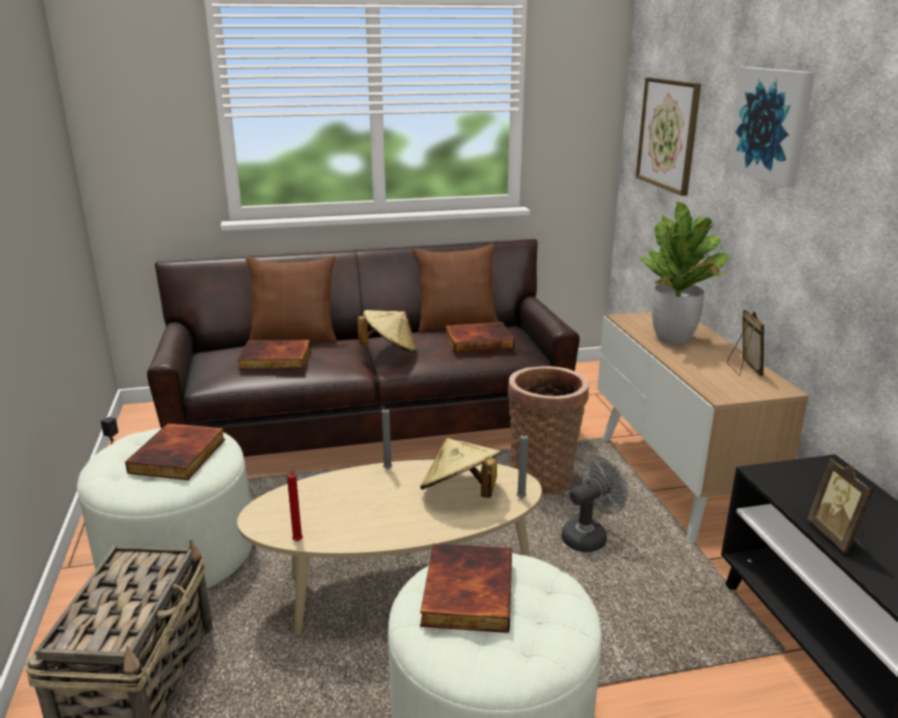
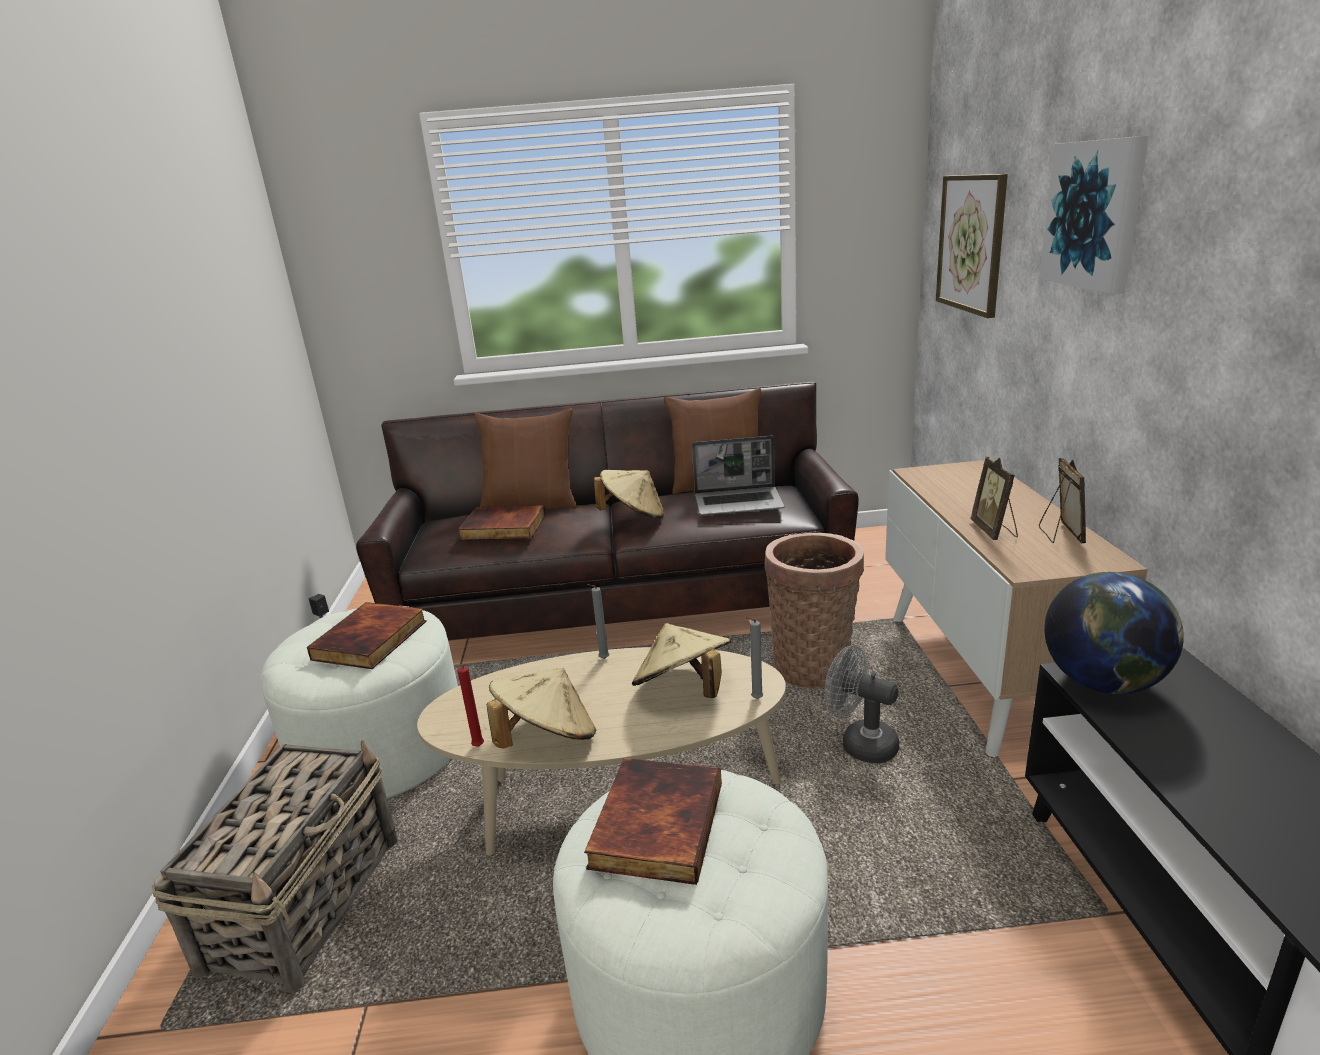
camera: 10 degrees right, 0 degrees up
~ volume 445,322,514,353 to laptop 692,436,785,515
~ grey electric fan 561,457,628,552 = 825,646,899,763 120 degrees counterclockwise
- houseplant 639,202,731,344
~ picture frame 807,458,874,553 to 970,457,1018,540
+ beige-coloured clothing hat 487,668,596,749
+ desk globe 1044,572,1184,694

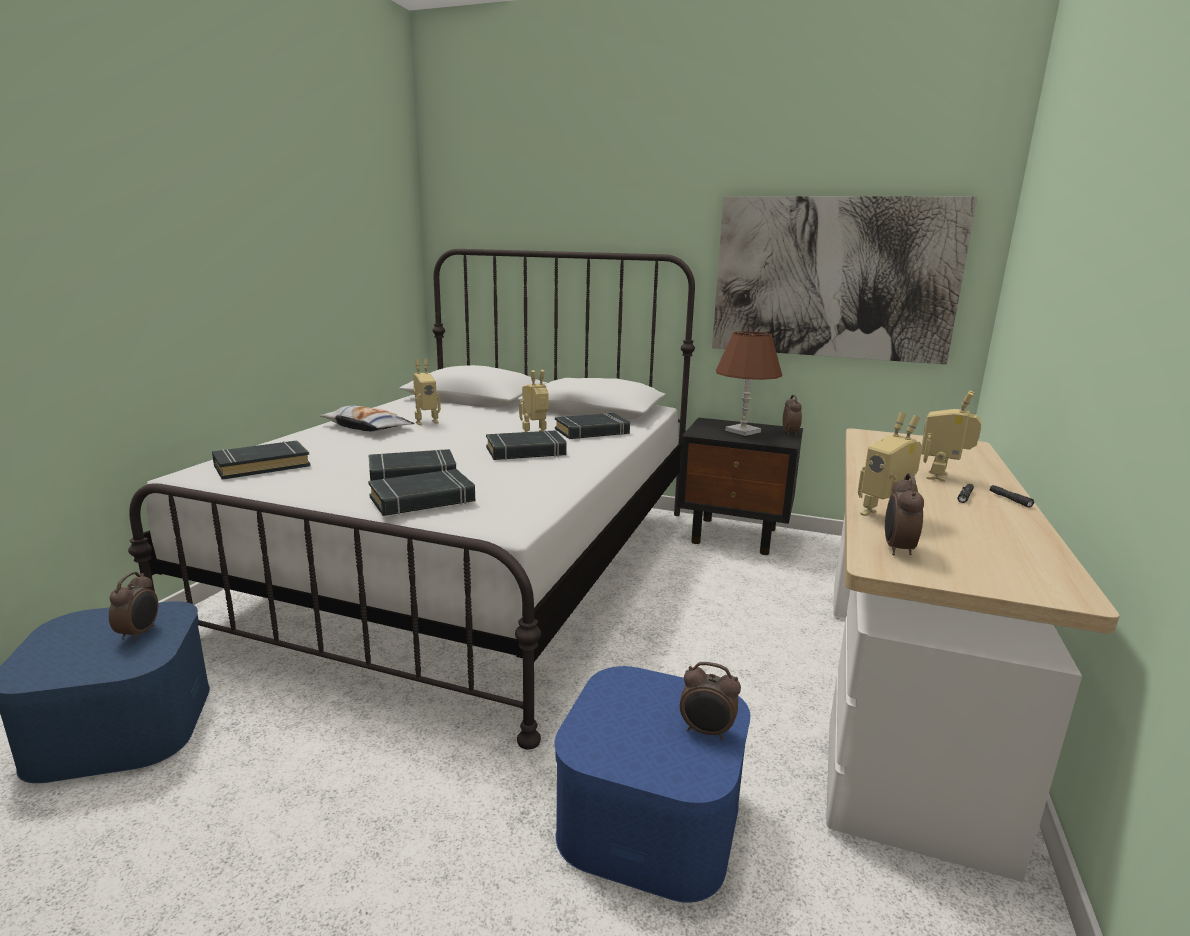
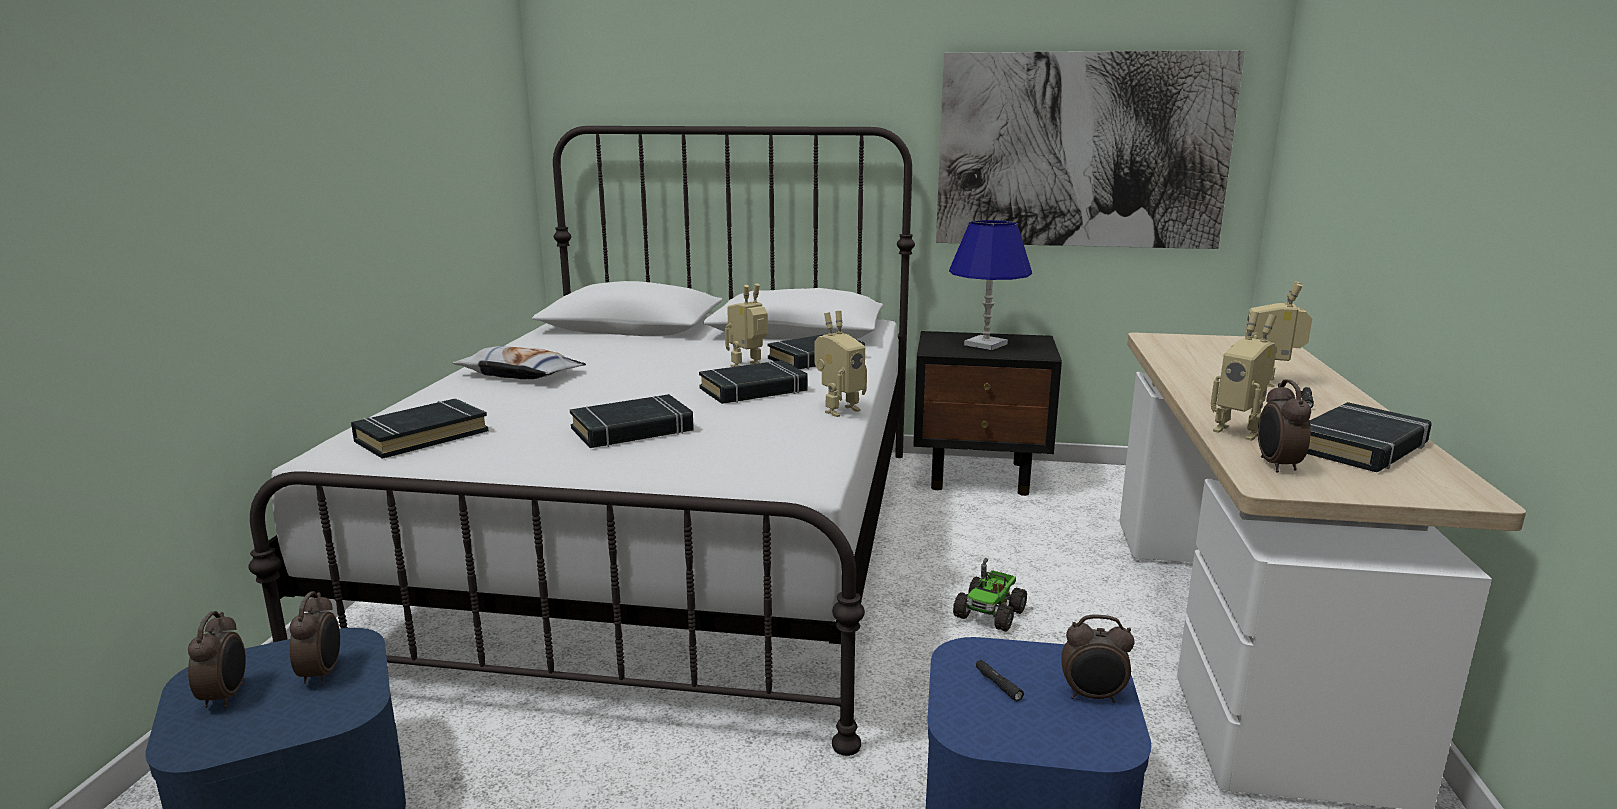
camera: 10 degrees left, 0 degrees up
~ black volume 368,469,475,516 to 1307,402,1432,472
~ toy robot 413,359,441,425 to 815,311,867,417
~ brown table lamp 716,331,782,436 to blue table lamp 949,220,1032,350
~ table clock 783,395,802,436 to 188,611,246,708
~ black flashlight 990,485,1034,508 to 976,660,1024,702
+ toy truck 953,558,1027,632

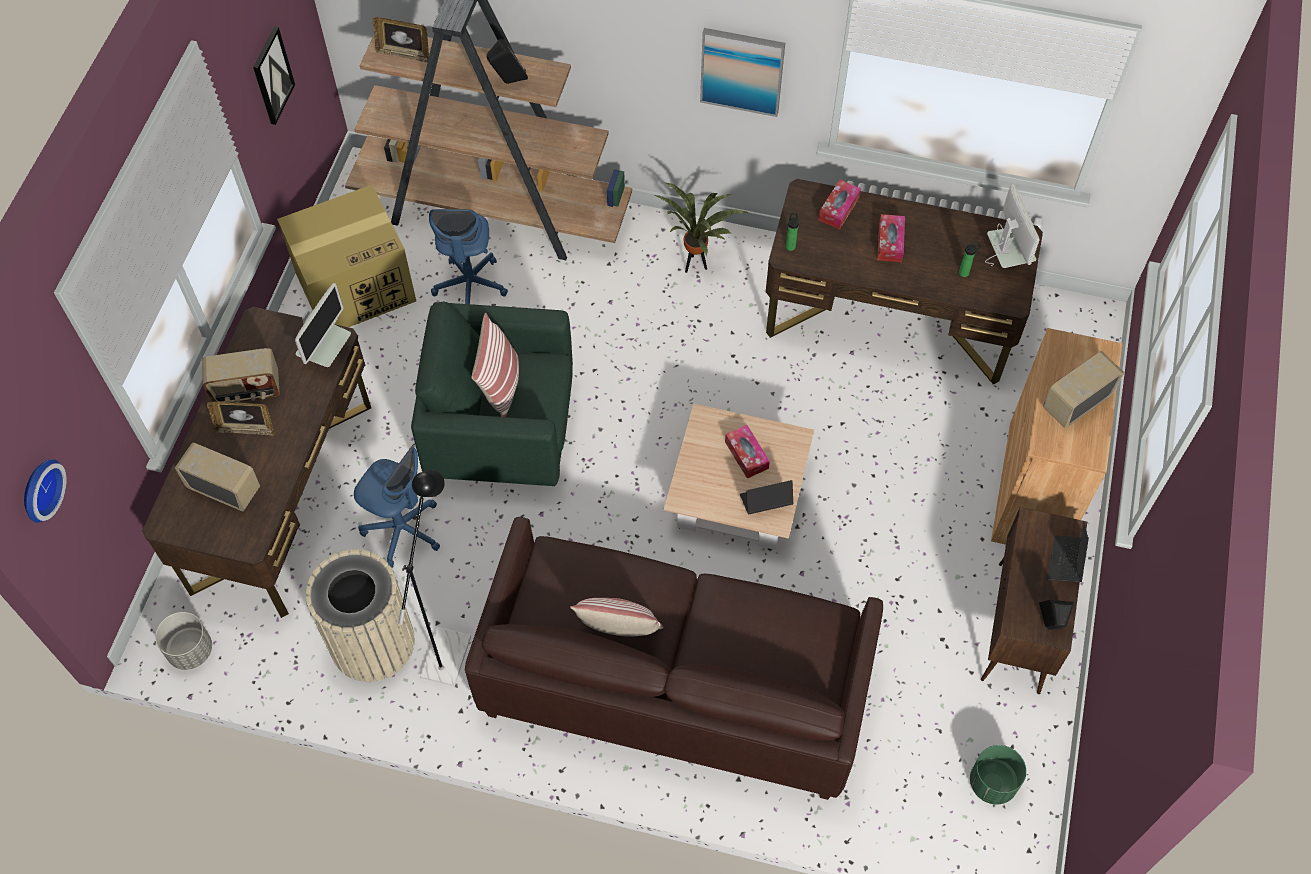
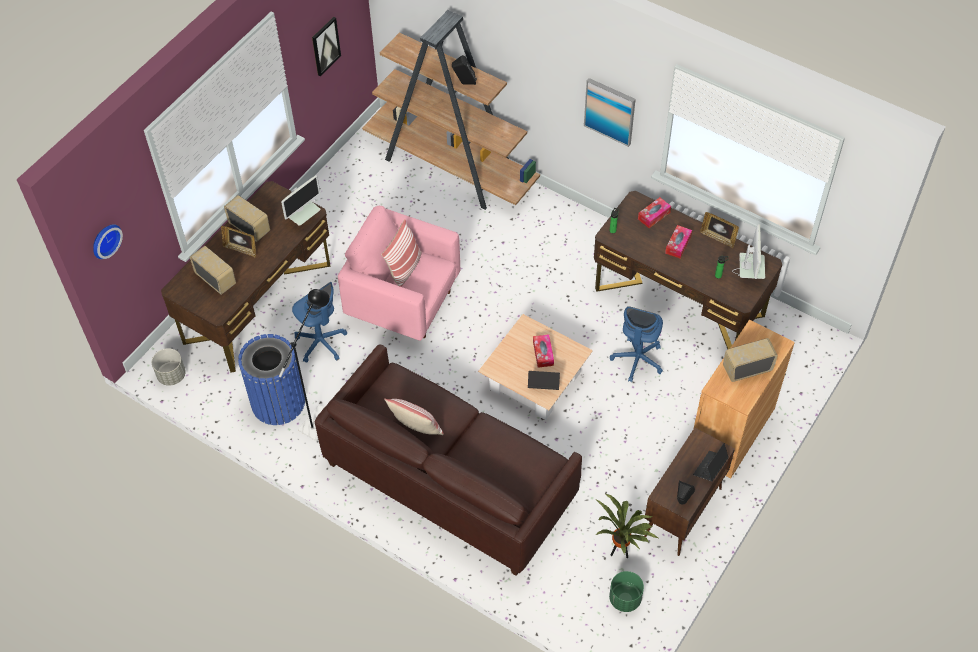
camera: 20 degrees right, 5 degrees down
~ radio set 202,348,280,403 = 224,195,270,242 150 degrees counterclockwise
- packing box 277,185,416,327
~ beige-coloured rubbish bin 306,549,415,682 to blue rubbish bin 238,334,305,425
~ picture frame 373,17,429,63 to 700,212,739,248
~ green-coloured lounge chair 411,302,573,486 to pinkish lounge chair 338,206,460,341
~ blue desk chair 429,209,508,304 to 610,306,663,382
~ houseplant 655,183,748,273 to 596,494,658,558

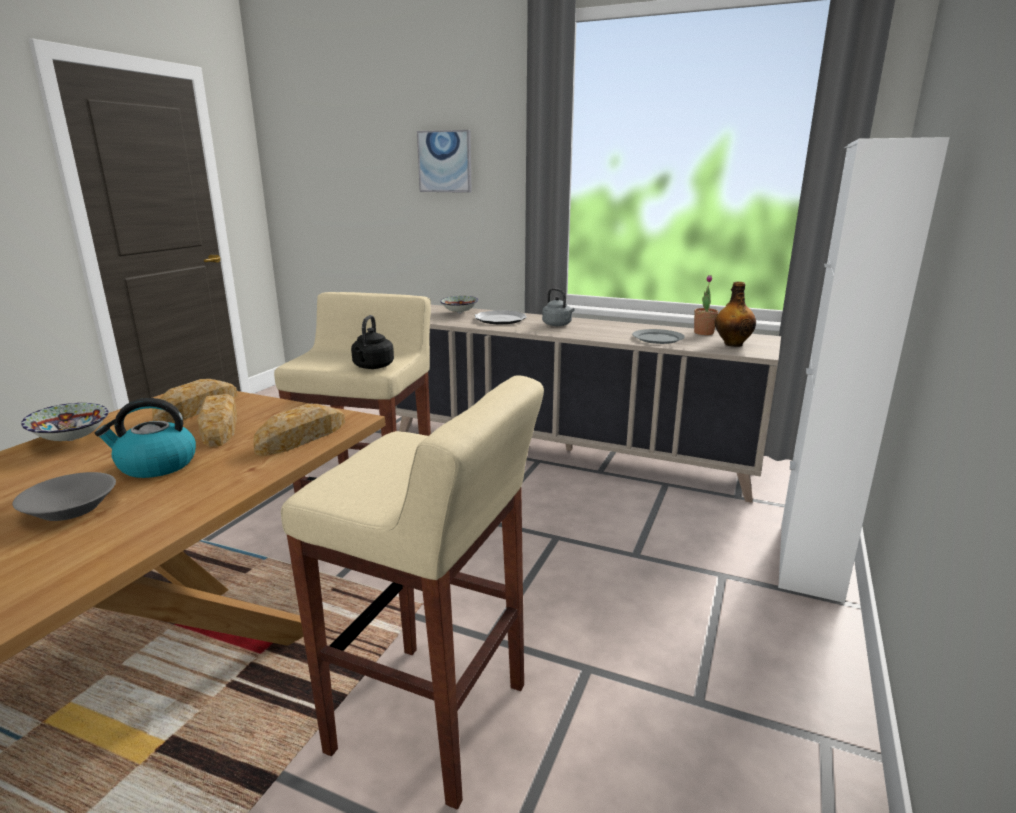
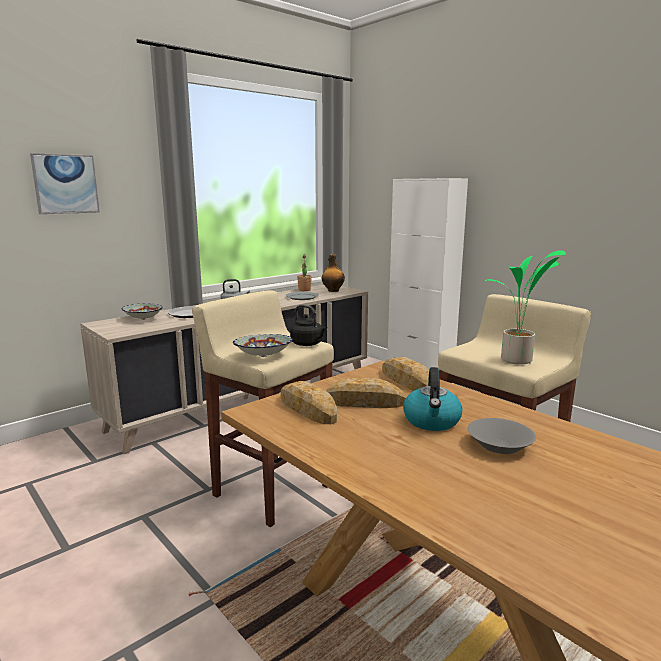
camera: 65 degrees left, 5 degrees down
~ bowl 21,403,108,441 to 233,334,293,357
+ houseplant 484,250,566,365

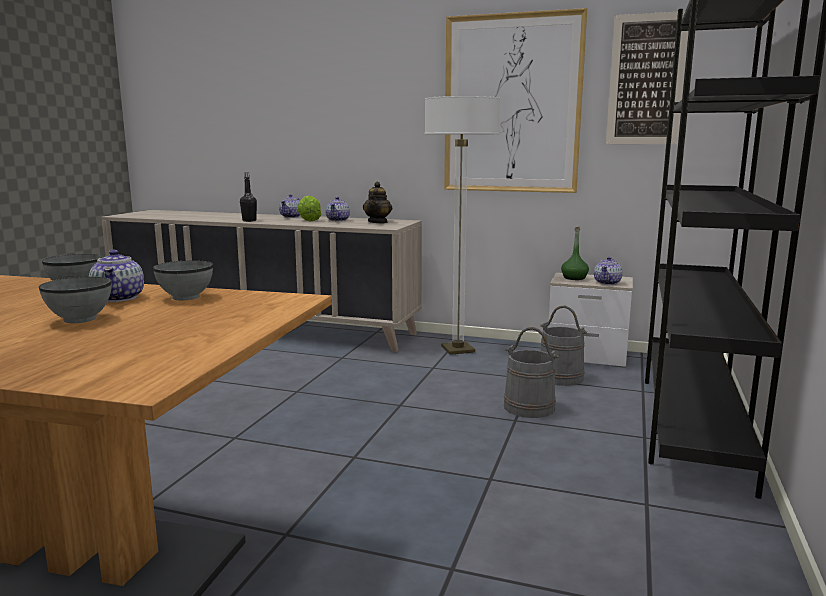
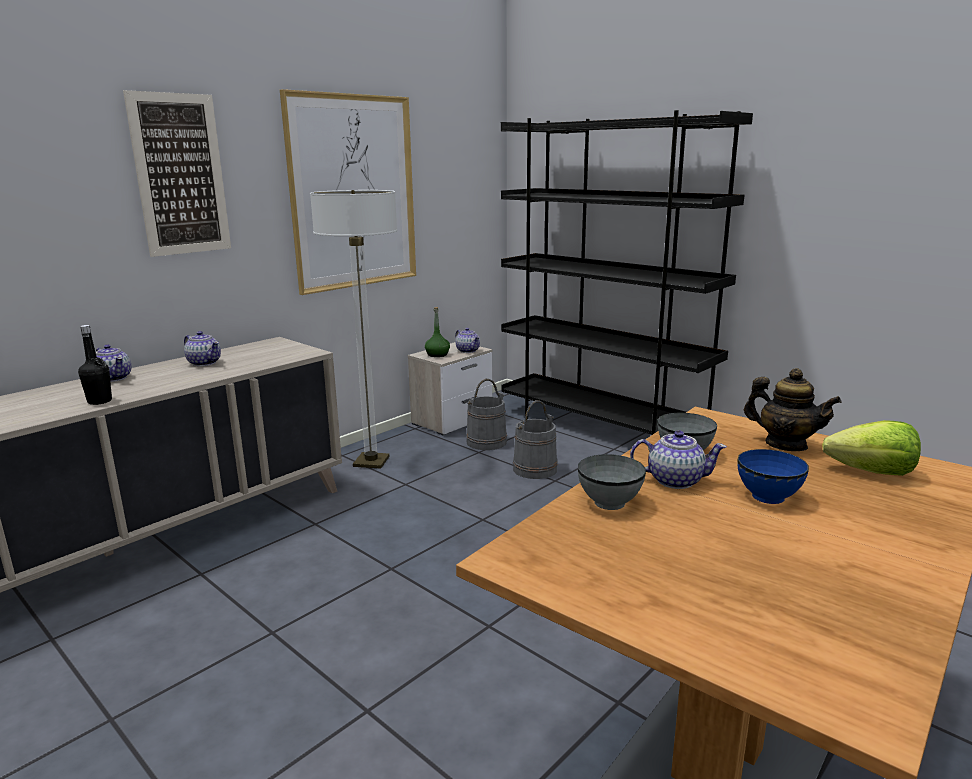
camera: 65 degrees left, 5 degrees up
~ grey bowl 39,277,112,323 to blue bowl 737,449,809,504
~ head of lettuce 298,196,321,222 to 822,420,921,476
~ tea pot 363,182,392,223 to 744,368,842,451
~ wall art 606,11,688,144 to 123,90,231,257

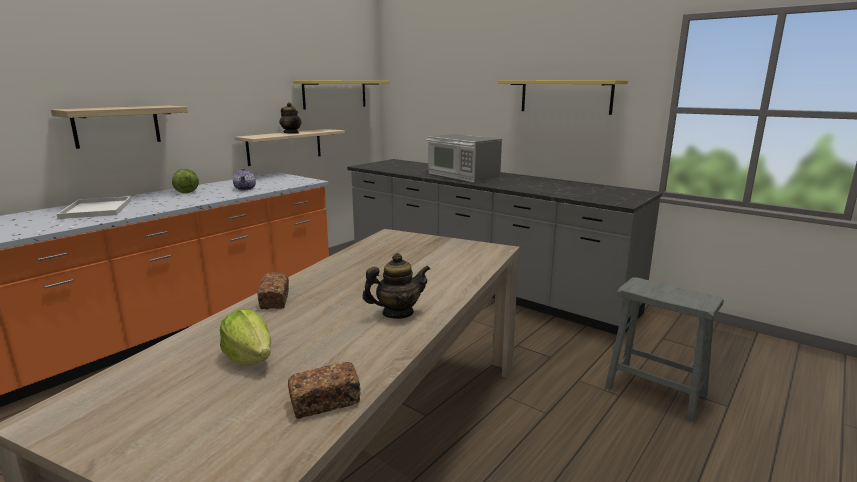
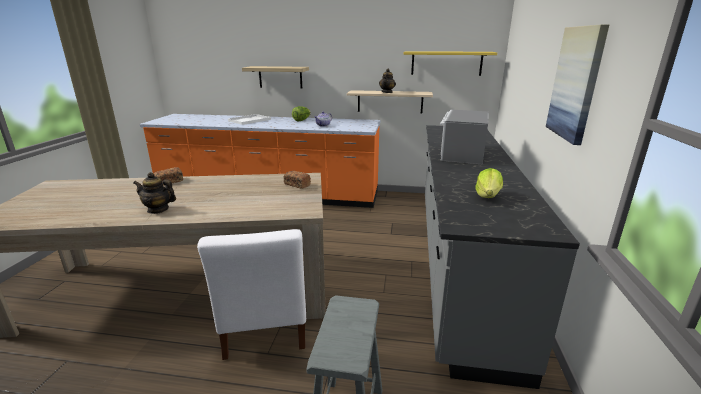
camera: 60 degrees right, 5 degrees up
~ head of lettuce 220,309,271,365 to 475,168,503,198
~ baked bread 288,362,361,419 to 284,171,311,189
~ tea pot 362,253,430,319 = 133,172,176,214 150 degrees clockwise
~ yellowish bracket shelf 498,80,628,115 to wall art 546,24,610,145
+ whitish upright chair 197,229,306,360

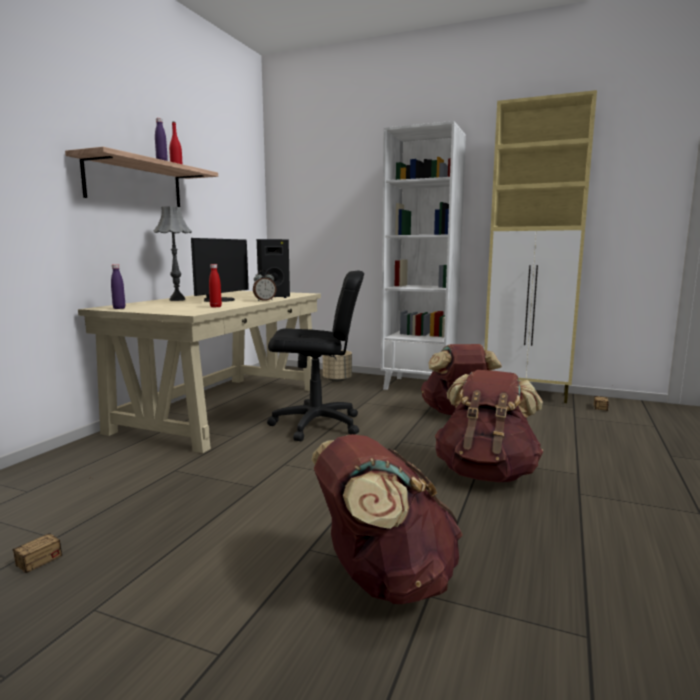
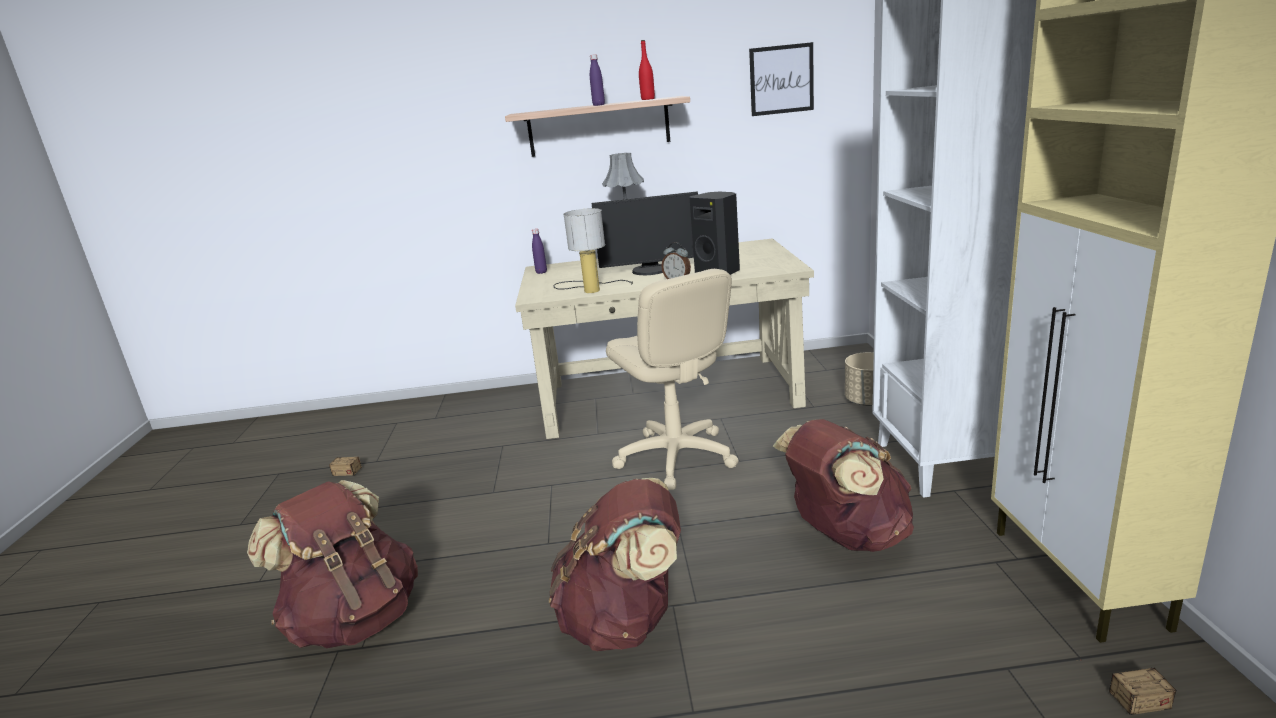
camera: 65 degrees right, 10 degrees up
~ red beverage bottle 209,264,222,308 to table lamp 553,208,633,293
~ black desk chair 267,271,364,441 to beige-coloured desk chair 606,269,739,490
+ wall art 749,42,814,116

